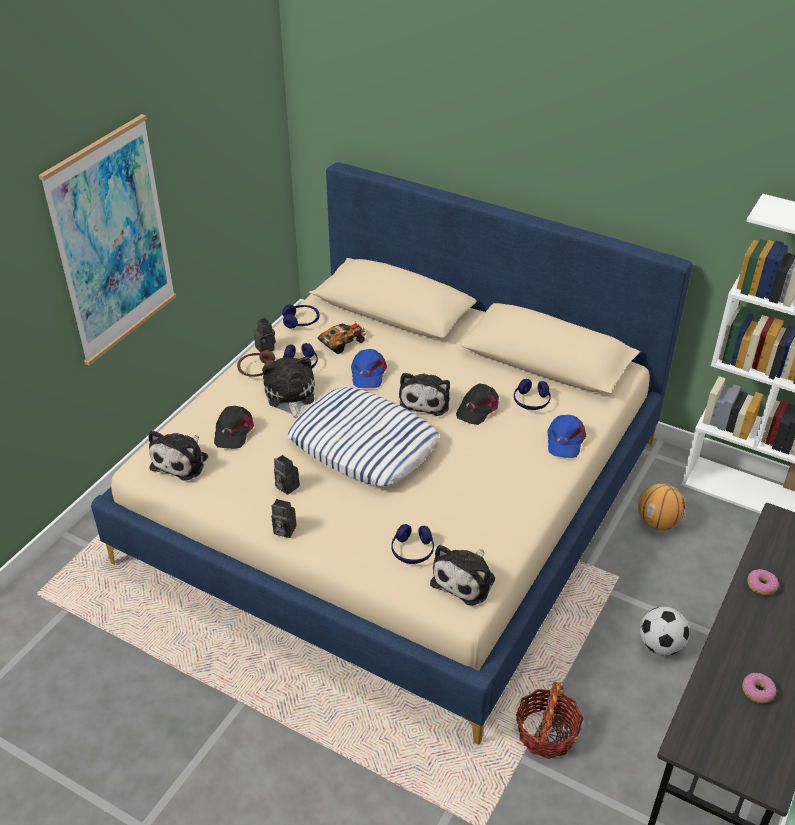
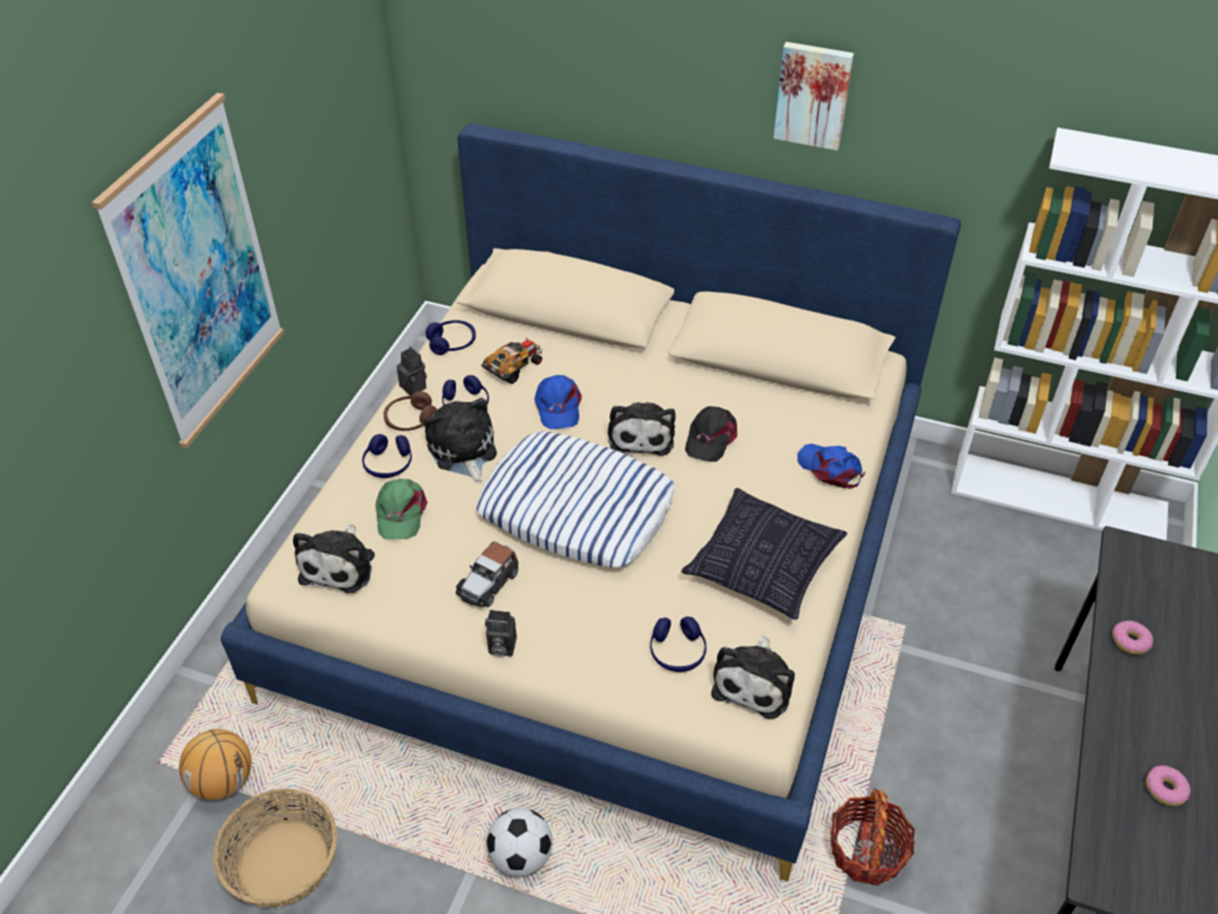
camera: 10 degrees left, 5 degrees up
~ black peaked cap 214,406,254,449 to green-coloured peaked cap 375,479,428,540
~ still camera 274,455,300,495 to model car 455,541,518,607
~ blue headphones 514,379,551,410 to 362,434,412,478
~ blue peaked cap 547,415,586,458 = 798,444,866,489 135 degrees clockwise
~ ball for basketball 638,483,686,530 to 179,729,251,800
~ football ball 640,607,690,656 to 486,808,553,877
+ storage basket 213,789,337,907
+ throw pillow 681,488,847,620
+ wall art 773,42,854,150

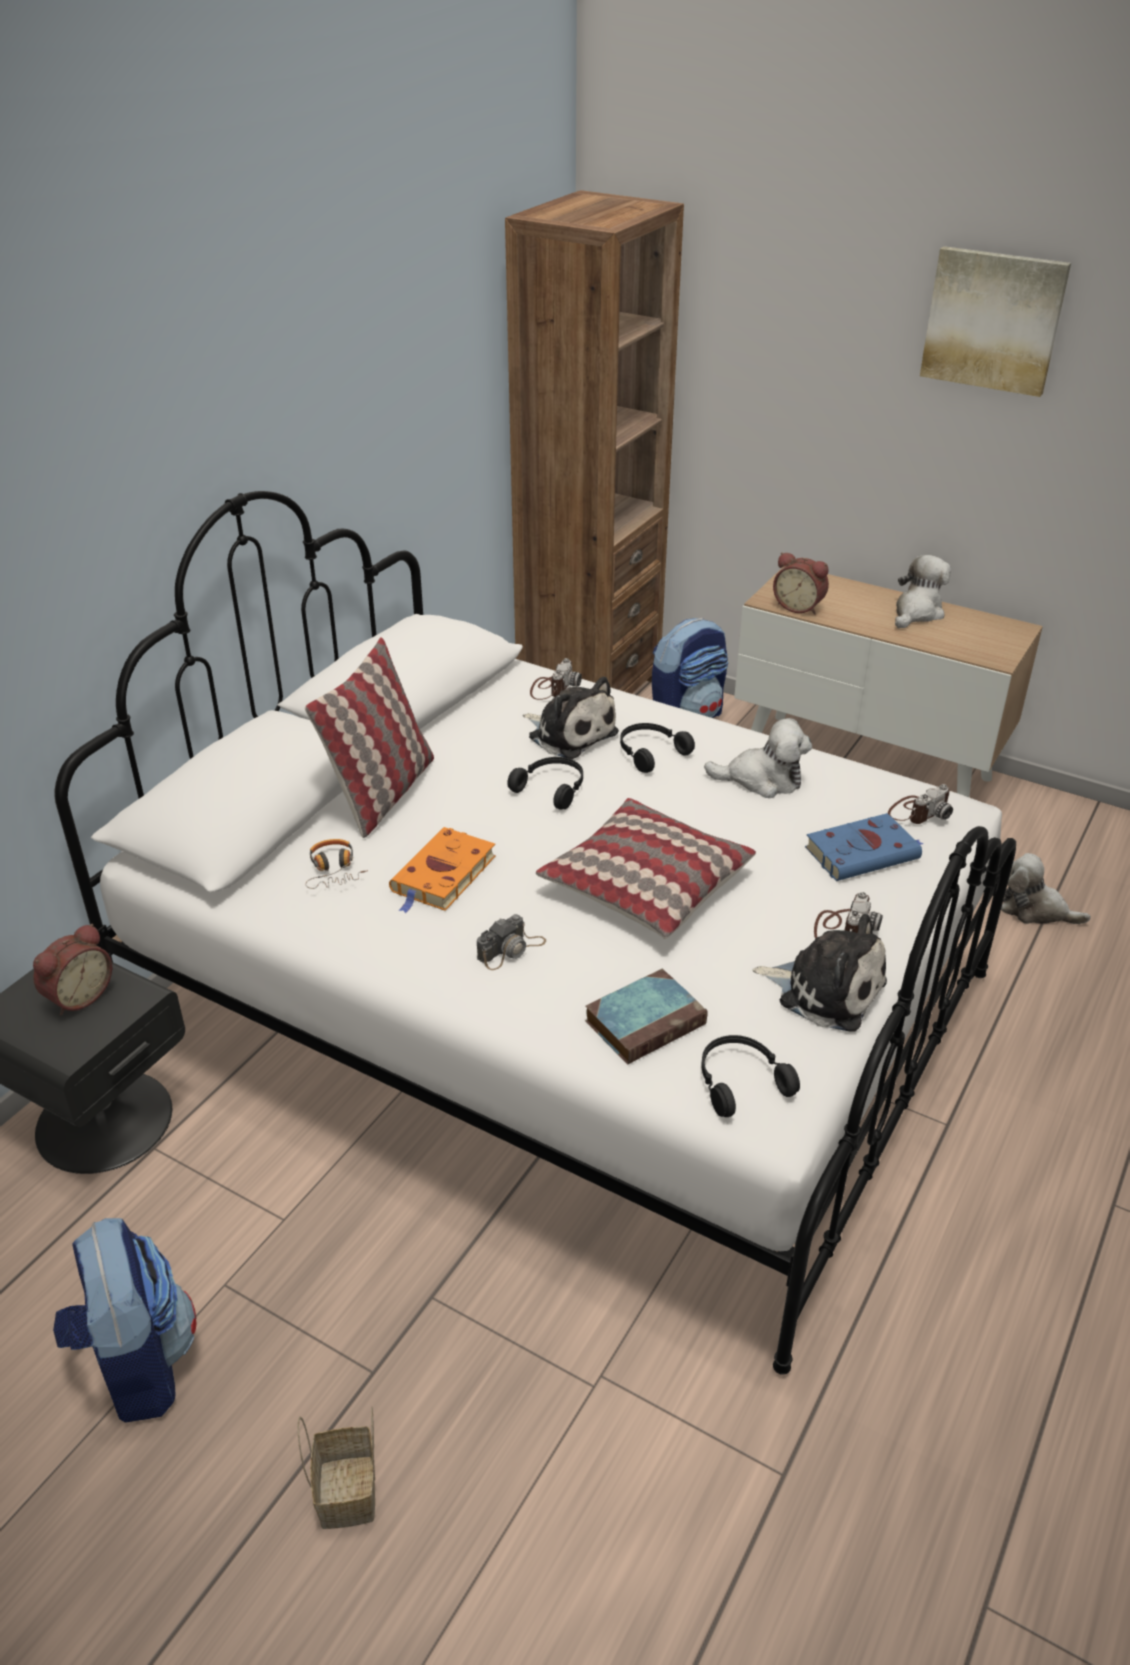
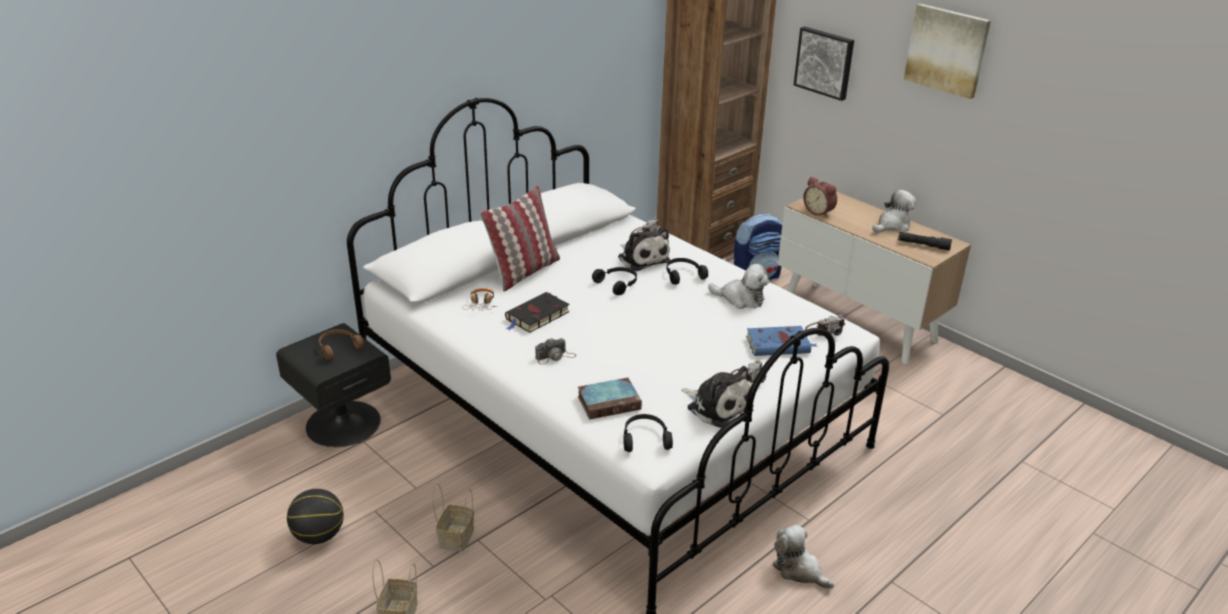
camera: 15 degrees right, 5 degrees down
~ table clock 33,924,112,1015 to brown headphones 319,329,364,360
~ knapsack 53,1218,196,1422 to ball for basketball 287,489,344,544
~ orange-coloured volume 389,827,496,913 to black volume 505,292,570,333
- throw pillow 536,798,756,939
~ soft toy 1001,853,1091,924 to 772,525,834,589
+ storage basket 433,483,474,552
+ wall art 794,26,854,101
+ black flashlight 898,232,952,251

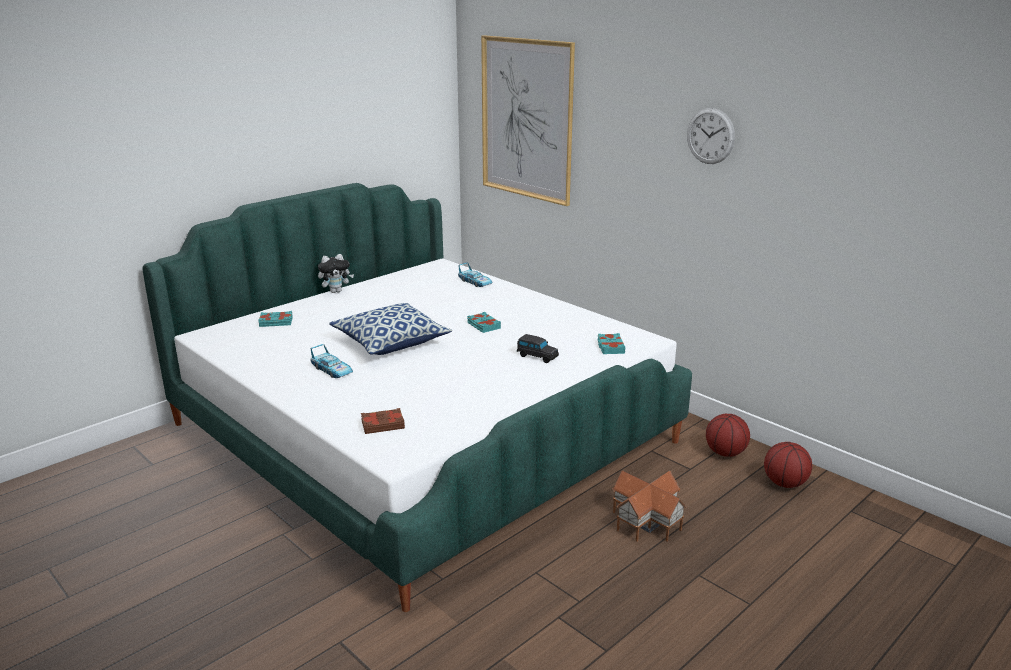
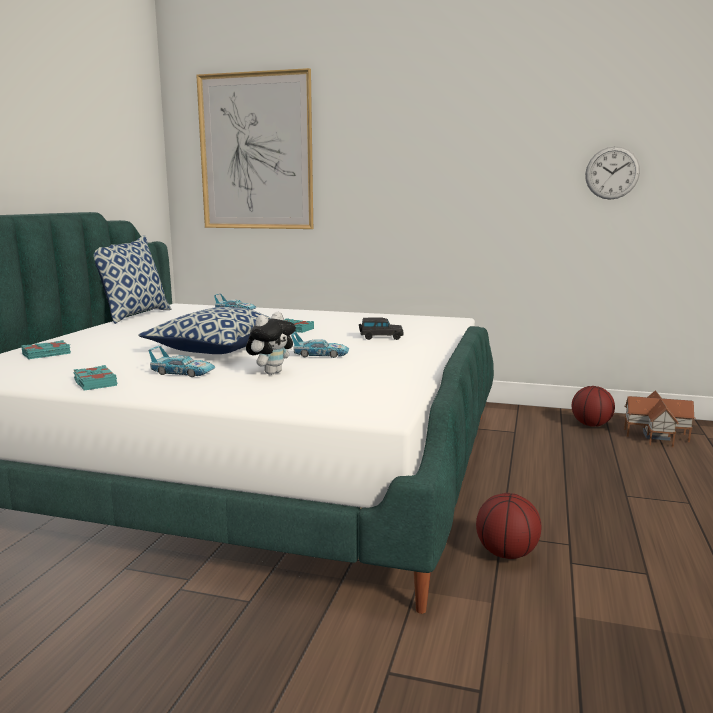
camera: 30 degrees left, 10 degrees down
~ soft toy 318,254,354,293 to 246,312,296,375
- brown volume 361,408,405,434
~ turquoise-coloured volume 597,333,626,354 to 73,365,117,391
~ miniature house 613,471,687,542 to 624,390,695,447
~ wall clock 687,108,735,164 to 585,146,640,200
~ ball for basketball 706,414,750,457 to 476,493,541,559
+ throw pillow 94,235,171,324
+ model car 291,332,349,358

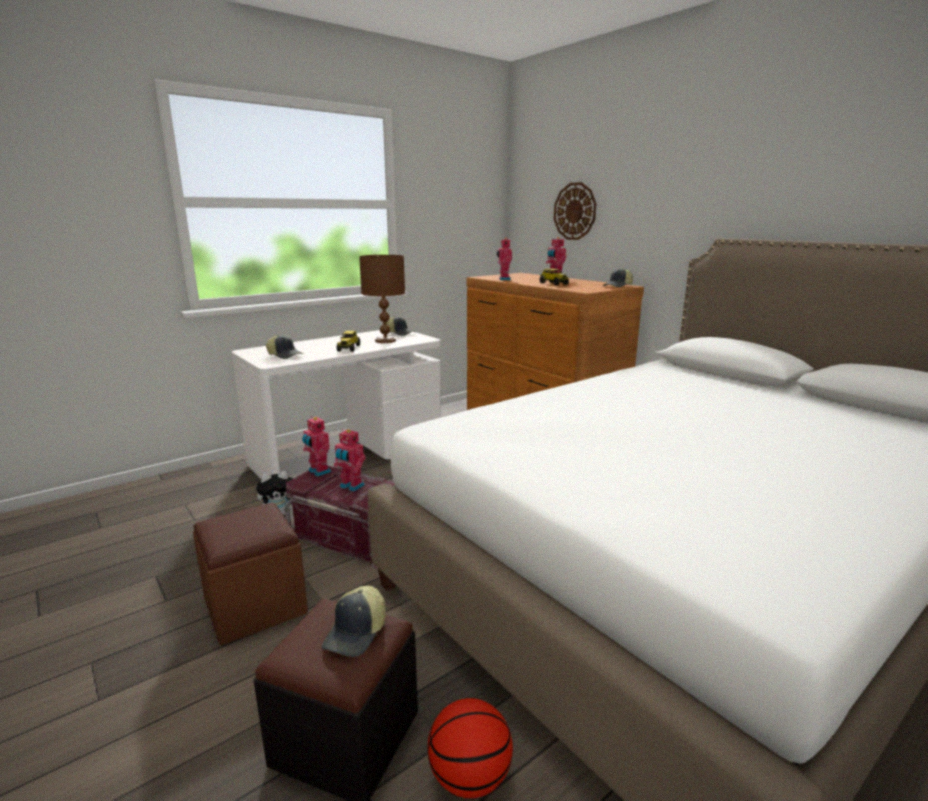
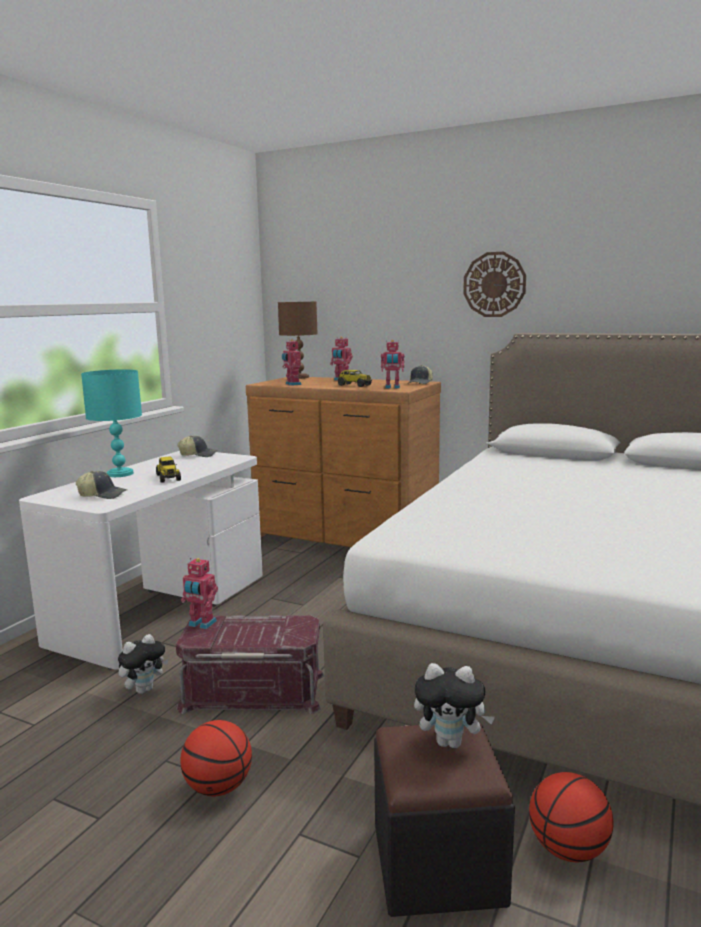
camera: 25 degrees left, 5 degrees down
~ brown ottoman 193,503,308,645 to ball for basketball 180,720,252,796
~ peaked cap 322,586,386,657 to soft toy 414,663,495,748
~ toy robot 334,429,366,492 to 381,340,404,389
~ brown table lamp 359,255,405,343 to 278,302,317,379
~ wall clock 554,182,596,240 to 463,252,526,317
+ turquoise-coloured table lamp 81,369,142,477

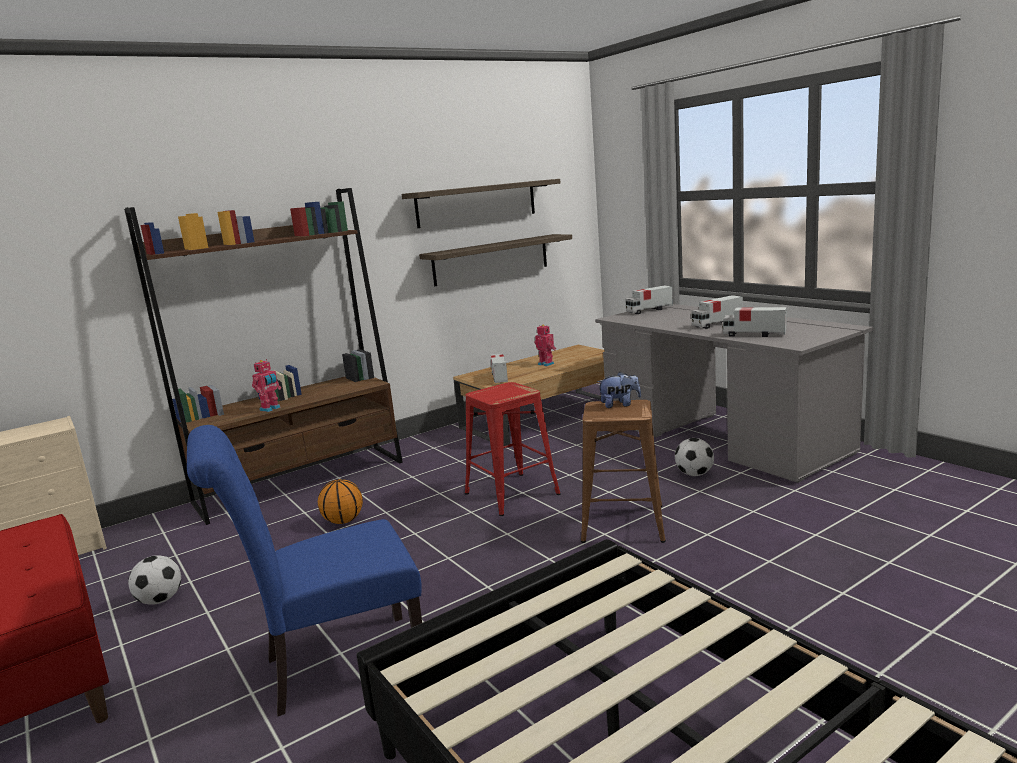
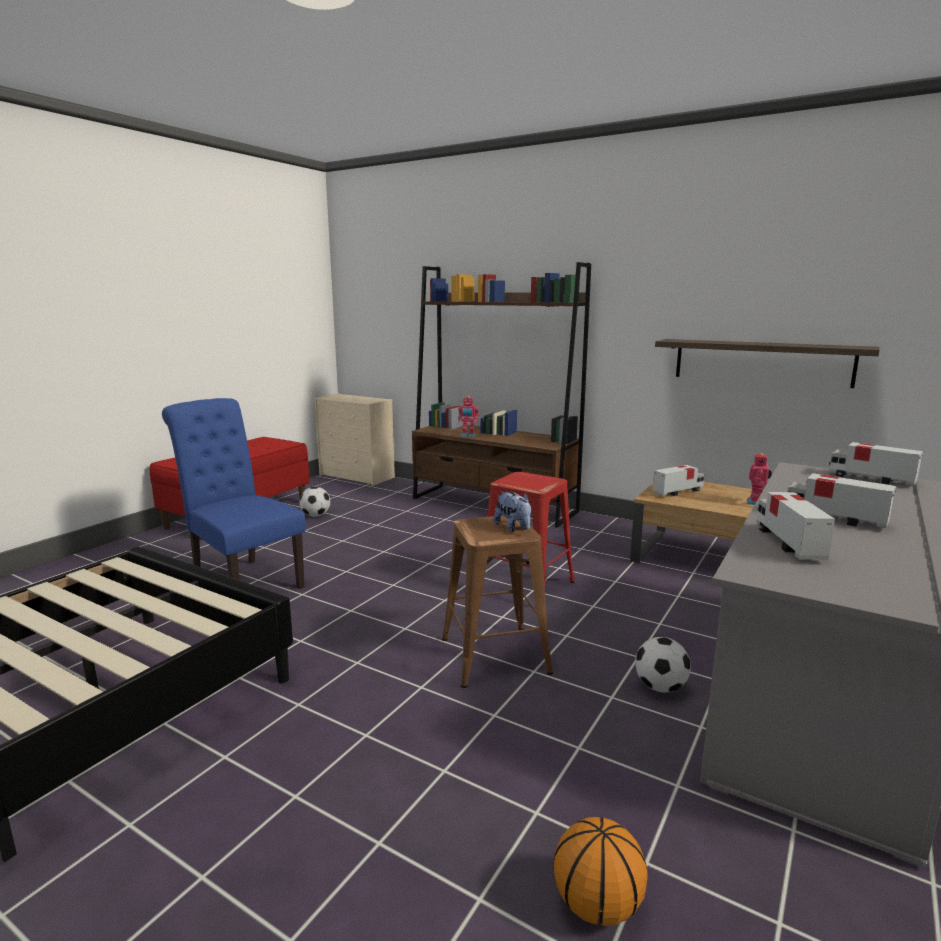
camera: 65 degrees right, 0 degrees up
~ ball for basketball 318,479,363,524 to 554,817,648,926
- bracket shelf 402,179,561,228

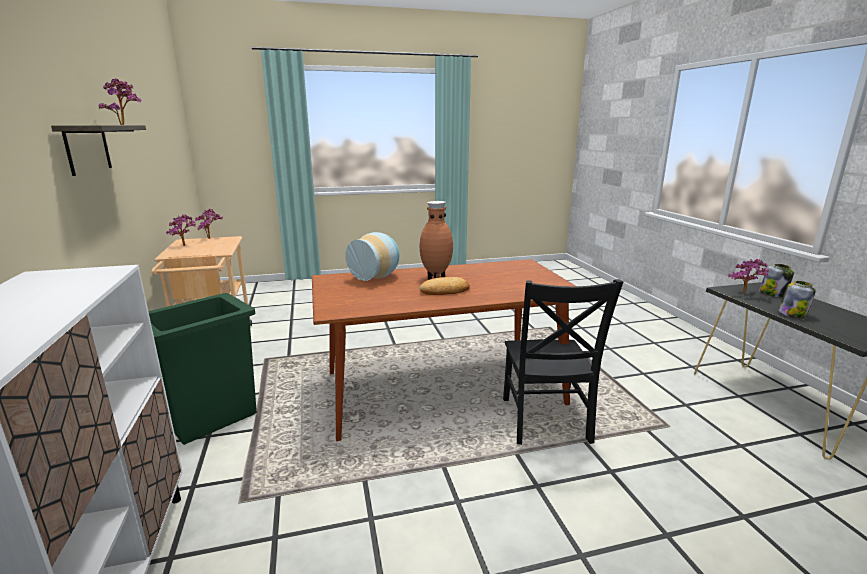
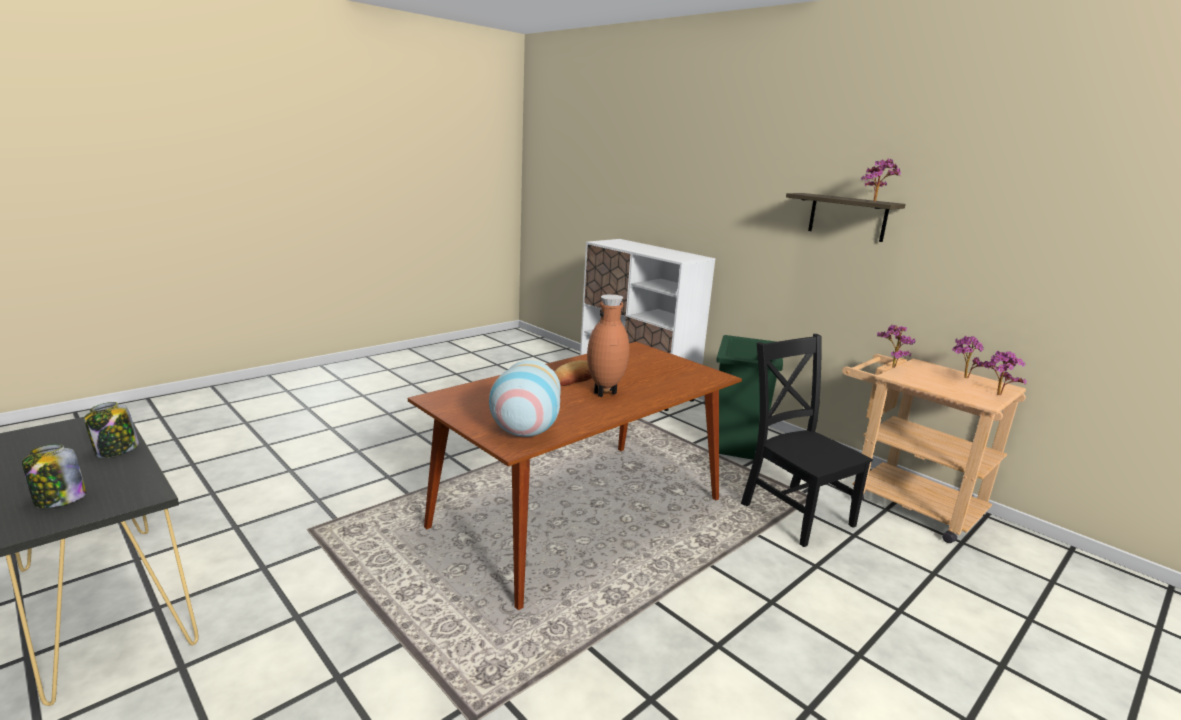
camera: 150 degrees right, 0 degrees up
~ vase 345,232,399,281 to 489,360,561,437
~ black upright chair 503,279,624,445 to 741,334,873,547
~ houseplant 728,259,769,294 to 877,325,916,368

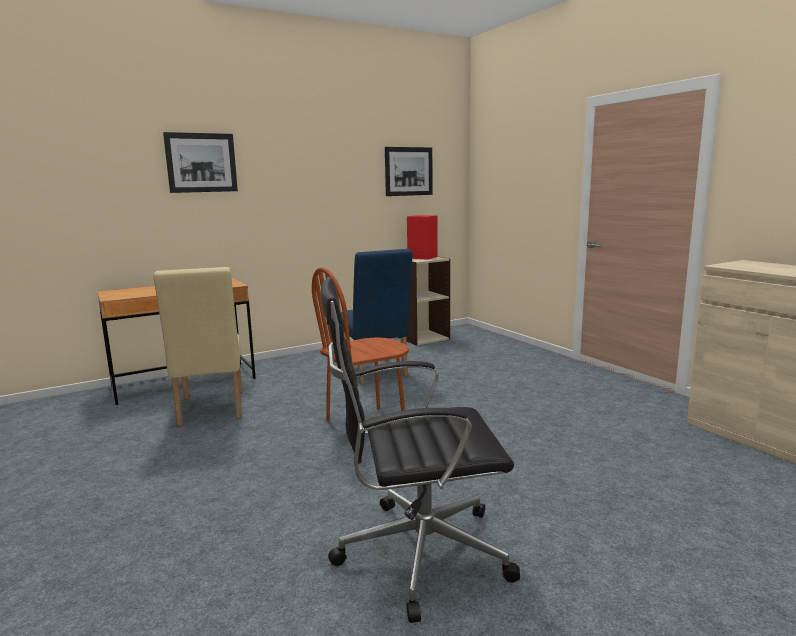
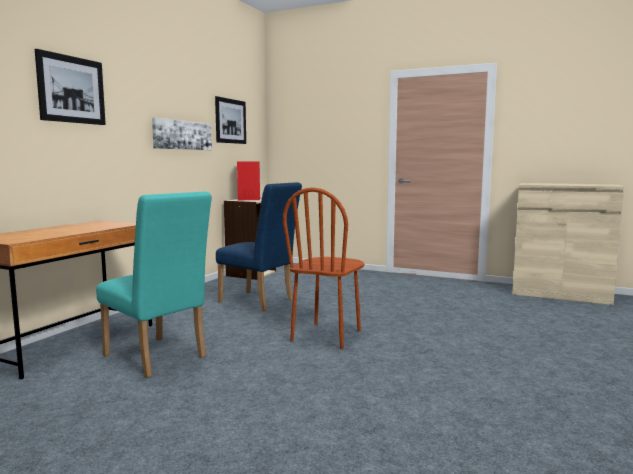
camera: 35 degrees left, 5 degrees down
~ beige-coloured upright chair 154,267,242,426 to turquoise-coloured upright chair 96,191,212,377
- black desk chair 321,277,520,623
+ wall art 152,118,212,150

